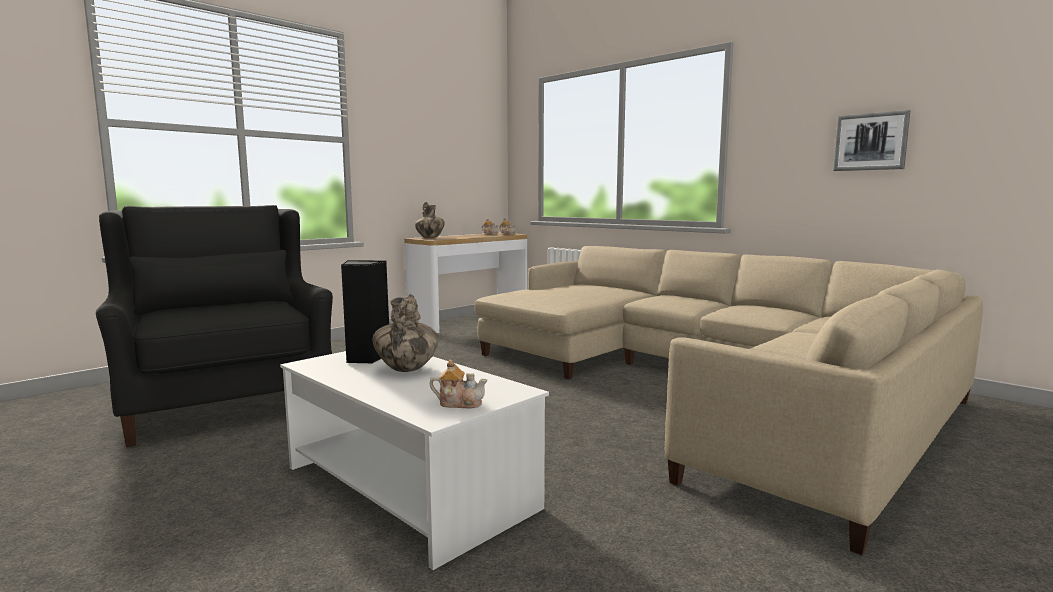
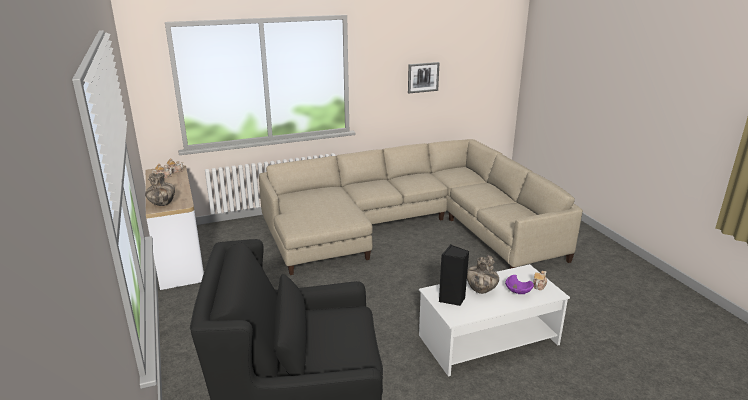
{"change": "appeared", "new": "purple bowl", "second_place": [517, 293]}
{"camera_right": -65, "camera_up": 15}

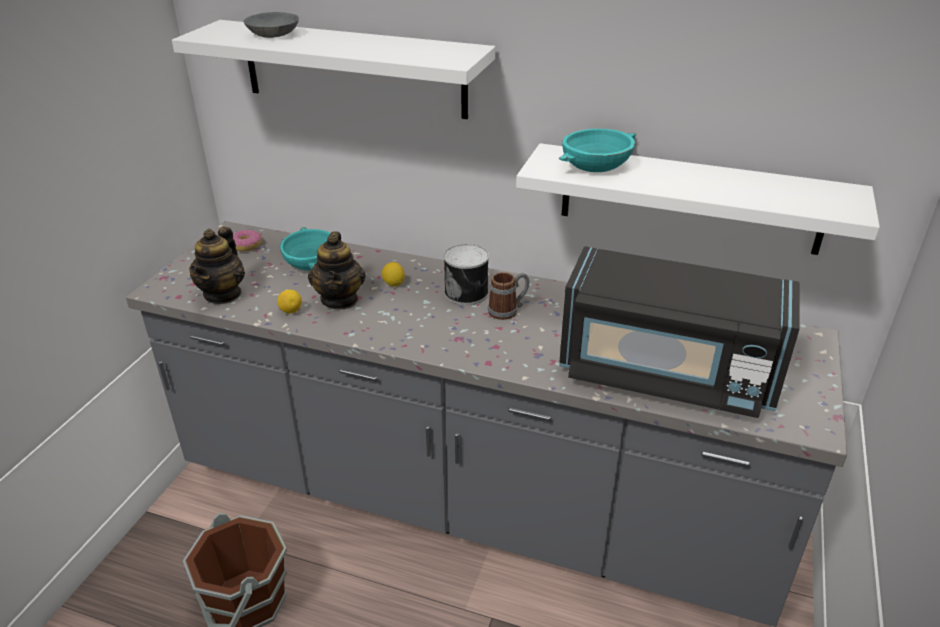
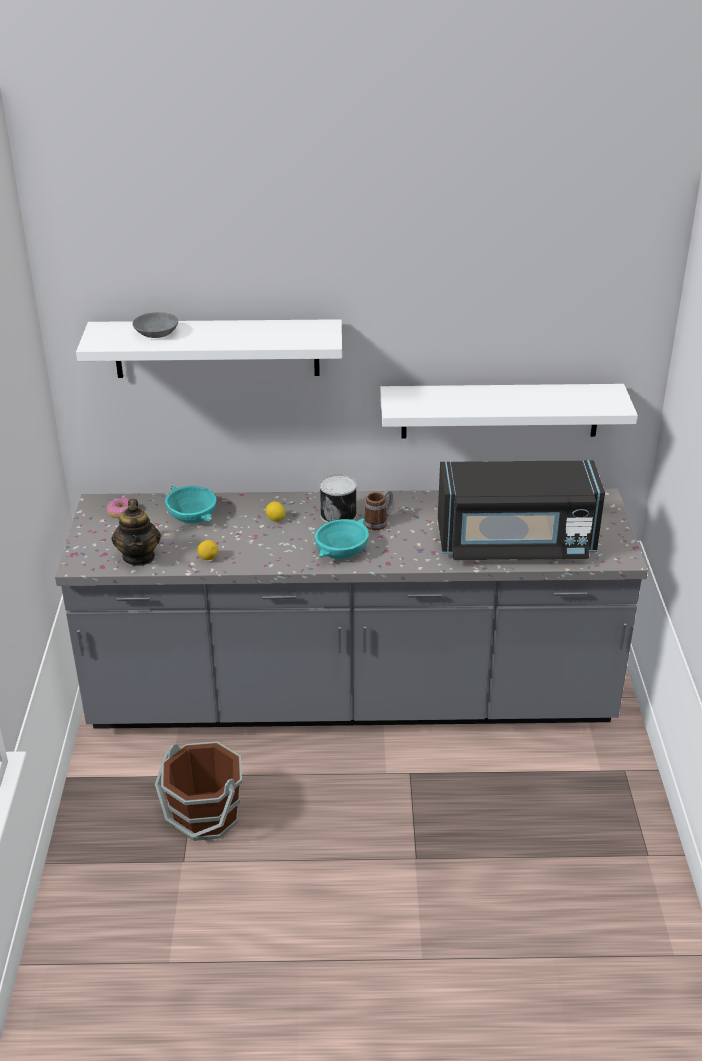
{"change": "missing", "old": "teapot", "first_place": [340, 299]}
{"change": "relocated", "old": "turquoise bowl", "first_place": [596, 165], "second_place": [342, 550]}
{"camera_right": -20, "camera_up": 0}

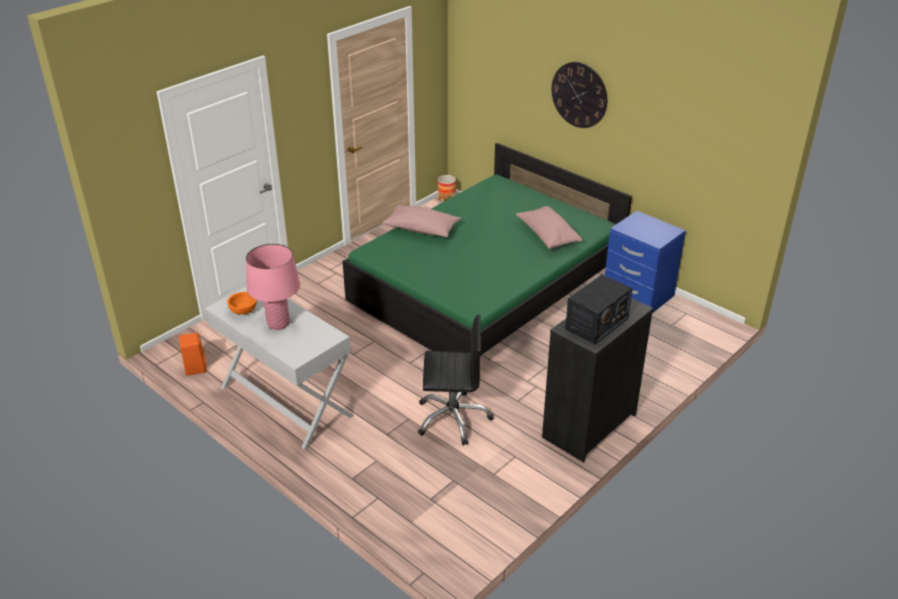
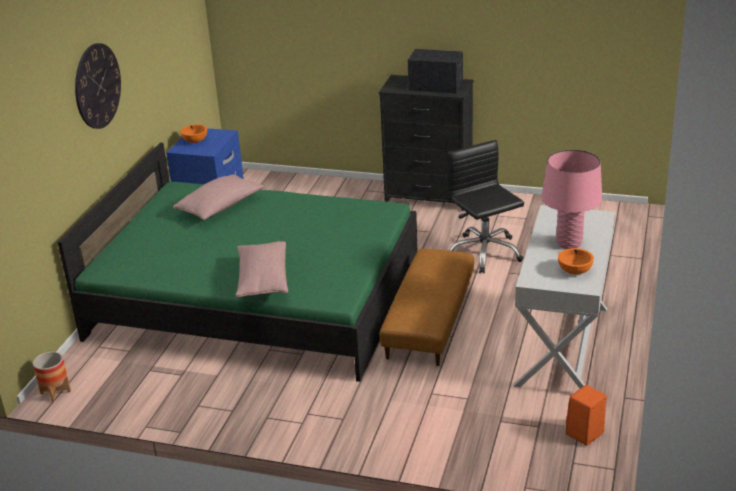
{"change": "appeared", "new": "orange bowl", "second_place": [195, 141]}
{"change": "appeared", "new": "brown ottoman", "second_place": [428, 319]}
{"camera_right": -115, "camera_up": -5}

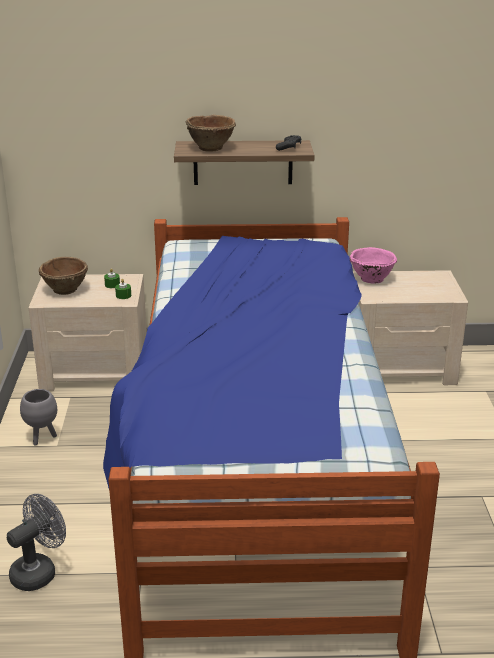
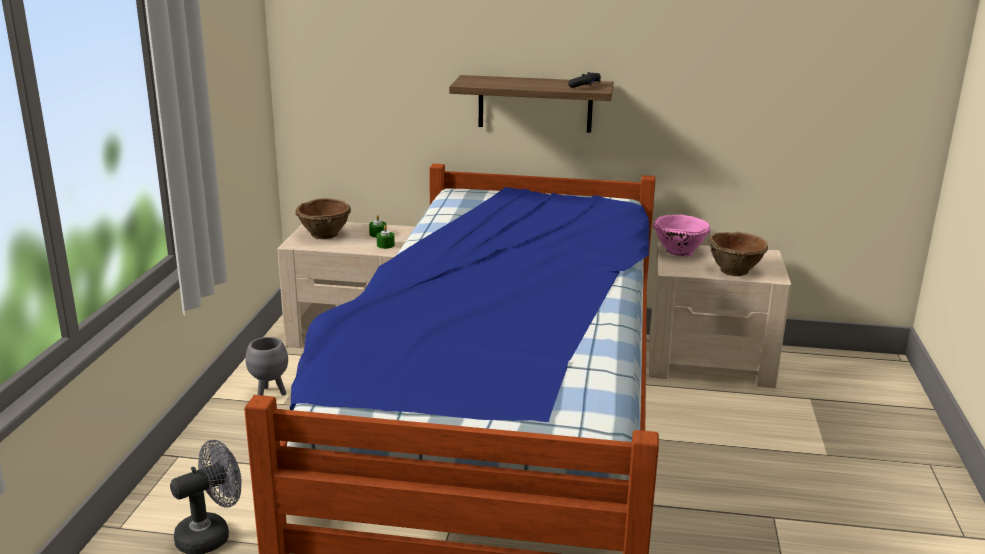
{"change": "relocated", "old": "brown bowl", "first_place": [211, 148], "second_place": [735, 271]}
{"camera_right": 10, "camera_up": -5}

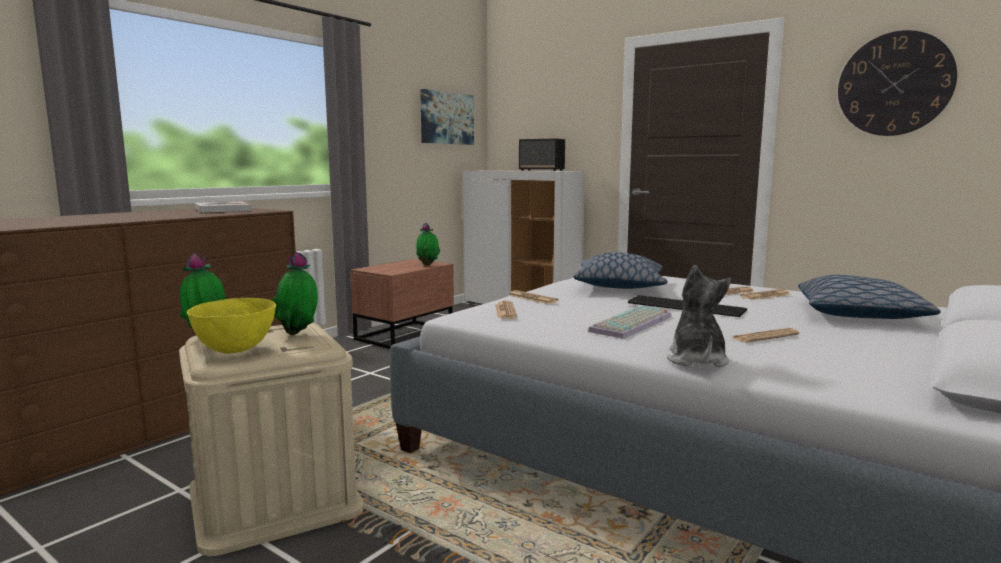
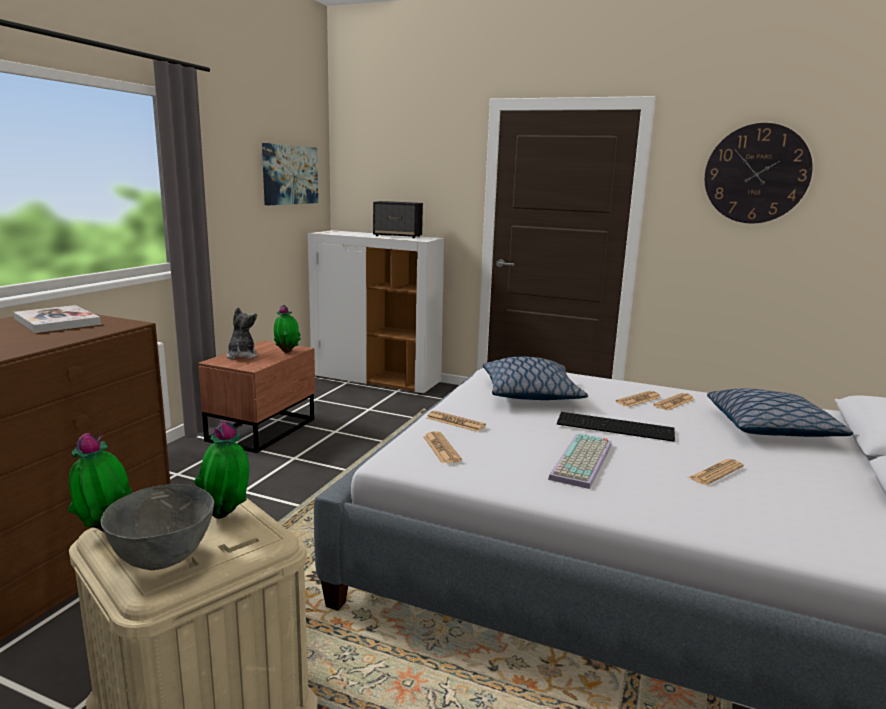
{"change": "colour", "old": "yellow bowl", "new": "grey bowl", "first_place": [234, 350], "second_place": [162, 559]}
{"change": "relocated", "old": "plush toy", "first_place": [696, 360], "second_place": [242, 356]}
{"camera_right": -15, "camera_up": 5}

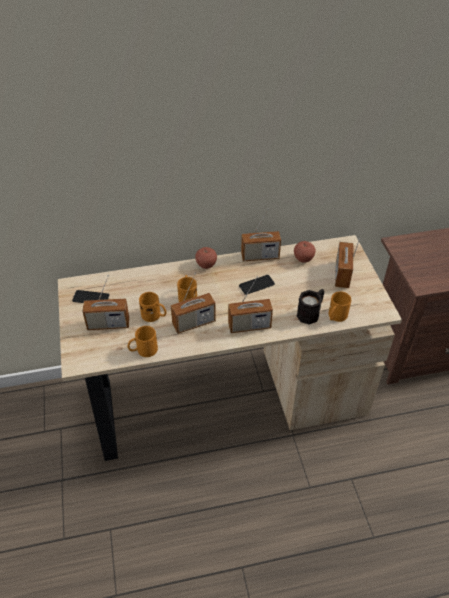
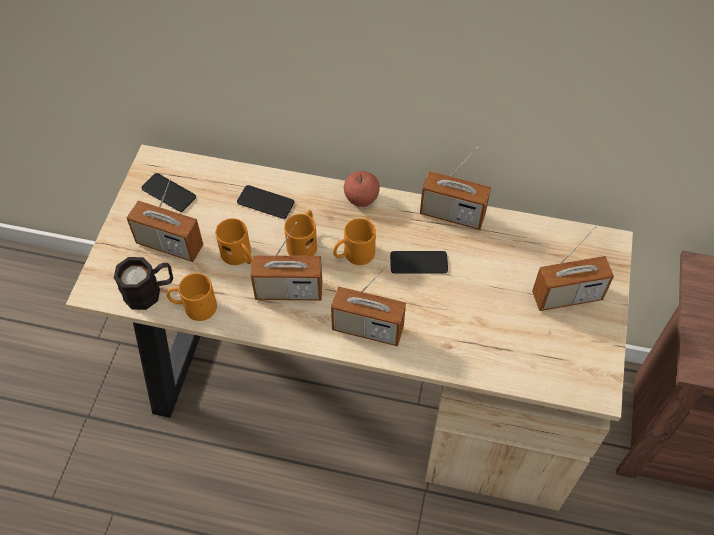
{"change": "missing", "old": "apple", "first_place": [303, 259]}
{"change": "relocated", "old": "black mug", "first_place": [311, 312], "second_place": [150, 292]}
{"change": "relocated", "old": "orange mug", "first_place": [336, 317], "second_place": [354, 255]}
{"change": "spun", "old": "radio", "first_place": [342, 274], "second_place": [567, 296], "degrees": -135}
{"change": "appeared", "new": "phone", "second_place": [265, 202]}
{"camera_right": 25, "camera_up": 10}

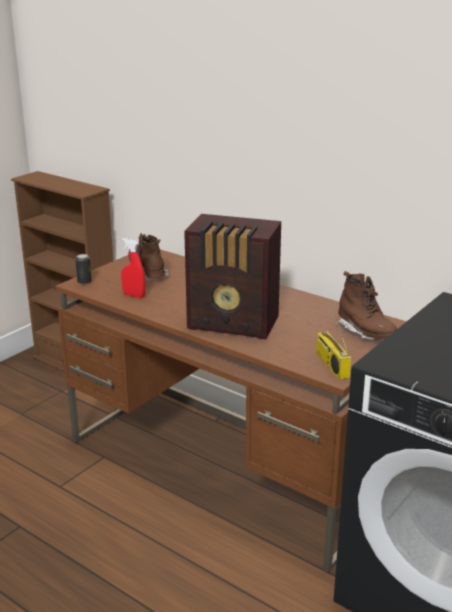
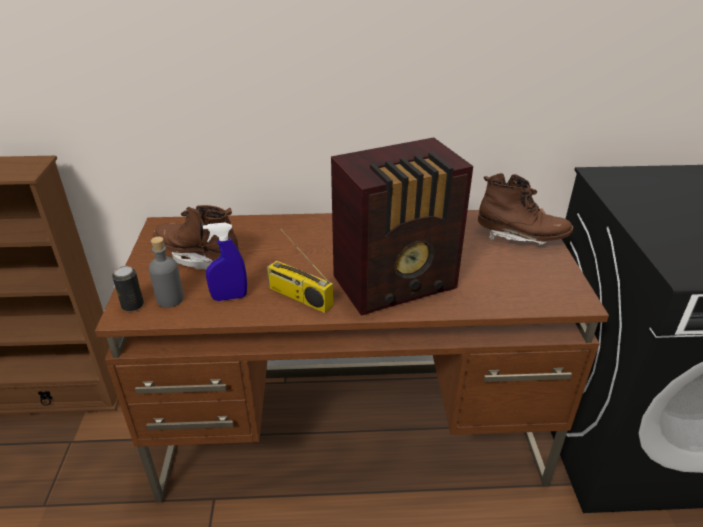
{"change": "colour", "old": "red spray bottle", "new": "blue spray bottle", "first_place": [134, 295], "second_place": [229, 297]}
{"change": "relocated", "old": "radio", "first_place": [330, 364], "second_place": [298, 297]}
{"change": "appeared", "new": "grey bottle", "second_place": [170, 299]}
{"camera_right": -40, "camera_up": 10}

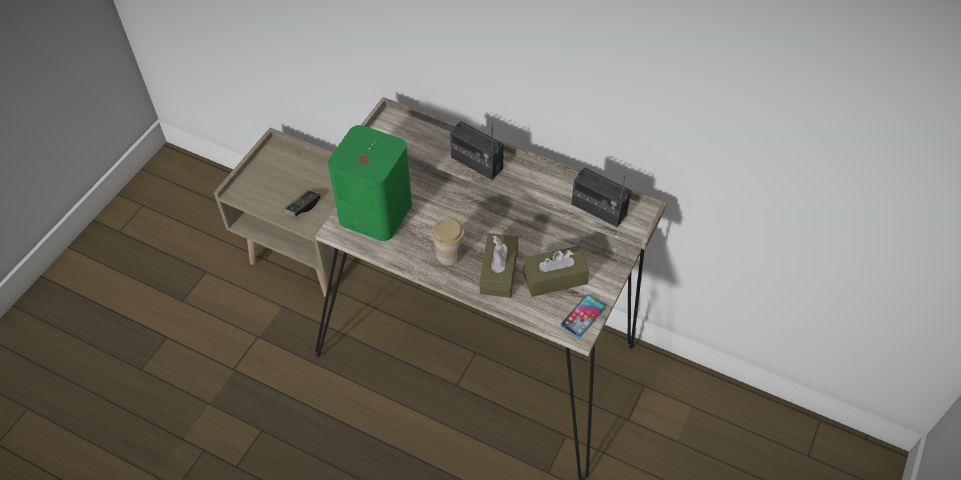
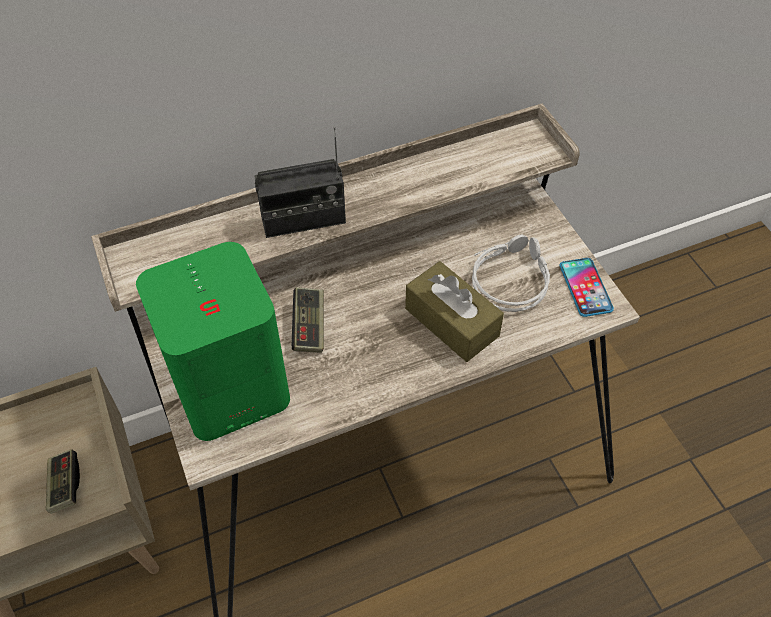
{"change": "missing", "old": "cup", "first_place": [449, 255]}
{"change": "exchanged", "old": "brown tissue box", "new": "grey headphones", "first_place": [554, 278], "second_place": [509, 277]}
{"change": "missing", "old": "radio", "first_place": [598, 209]}
{"change": "appeared", "new": "game controller", "second_place": [309, 327]}
{"camera_right": -50, "camera_up": 0}

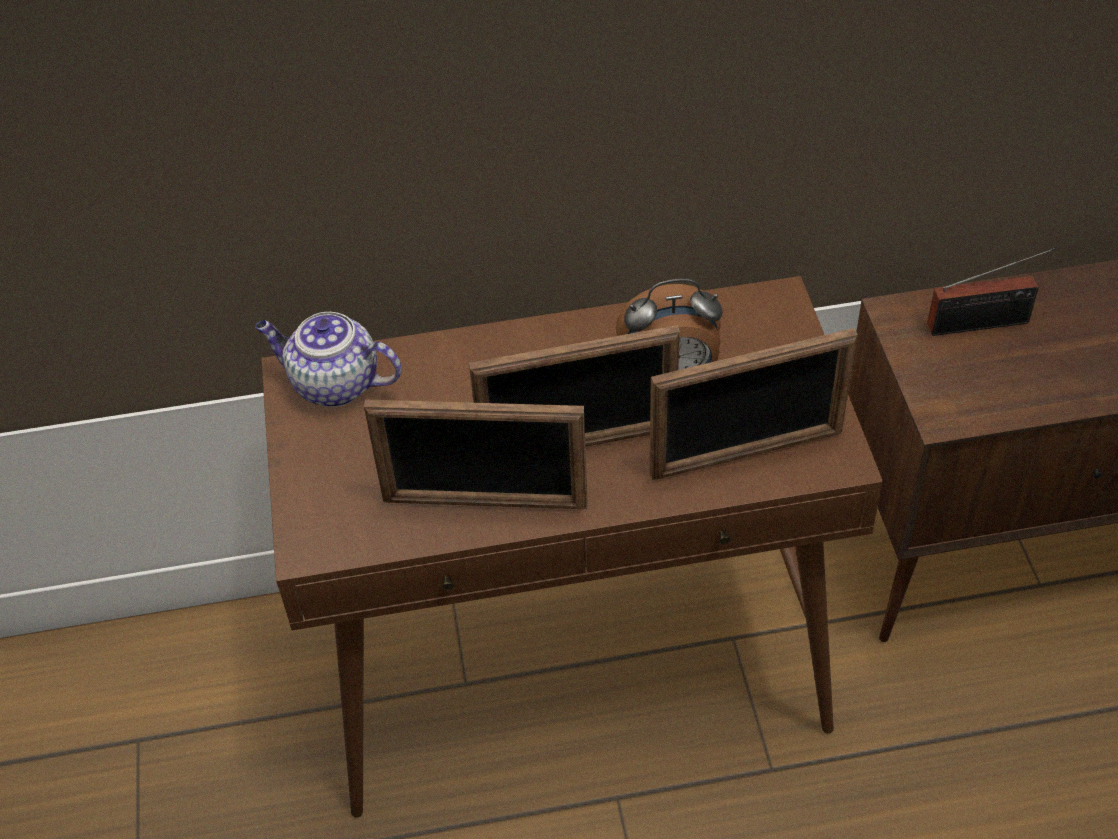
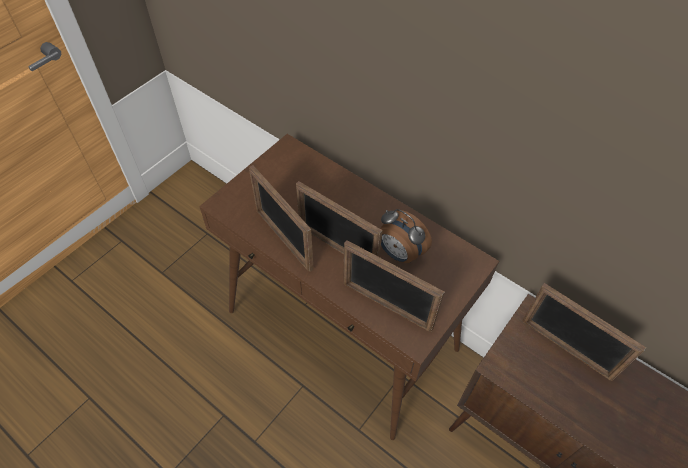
{"change": "missing", "old": "teapot", "first_place": [333, 384]}
{"change": "exchanged", "old": "radio", "new": "picture frame", "first_place": [983, 324], "second_place": [566, 348]}
{"camera_right": 45, "camera_up": 5}

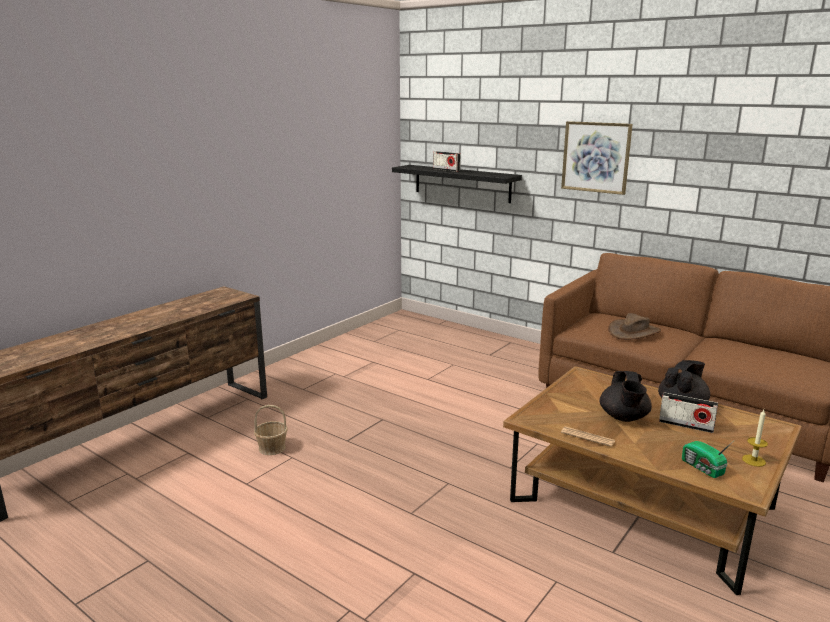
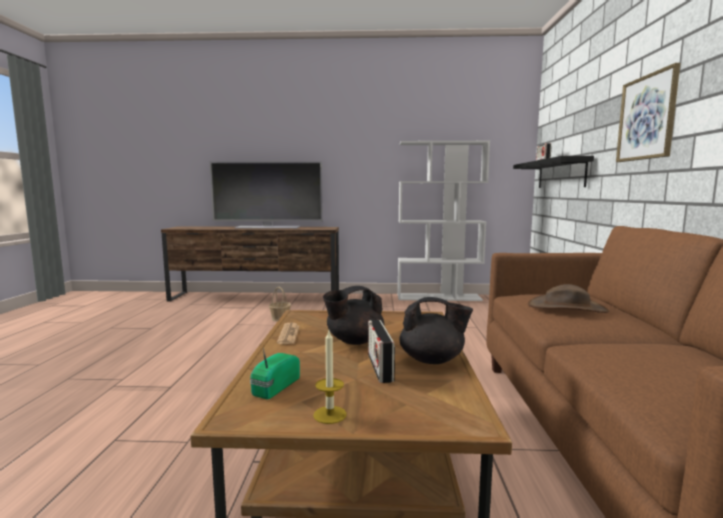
{"change": "appeared", "new": "television", "second_place": [268, 227]}
{"change": "appeared", "new": "white bookcase", "second_place": [439, 297]}
{"camera_right": 55, "camera_up": -10}

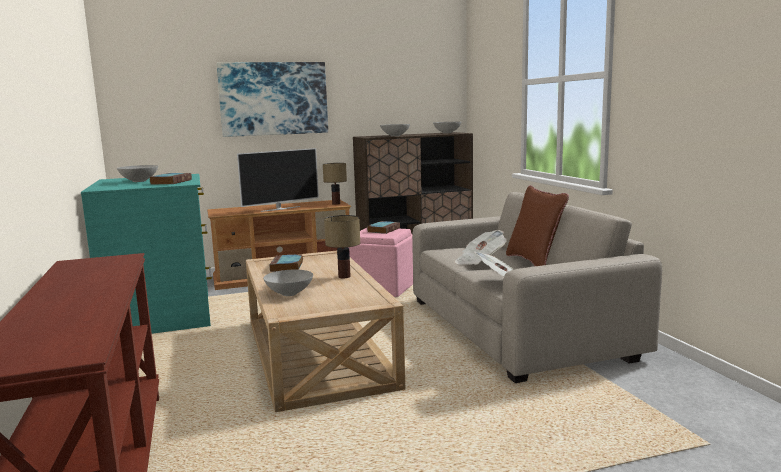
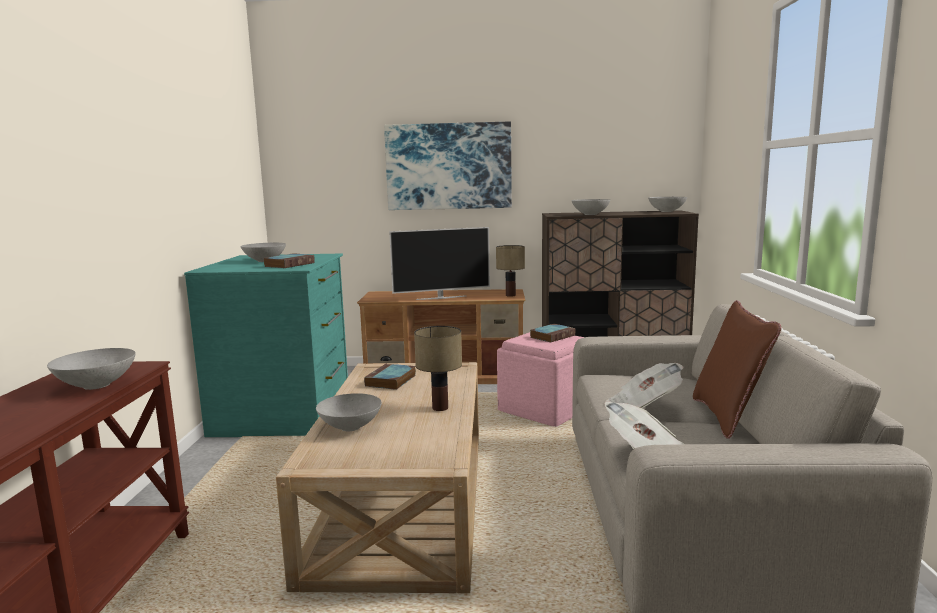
{"change": "appeared", "new": "grey bowl", "second_place": [95, 386]}
{"camera_right": 20, "camera_up": 0}

